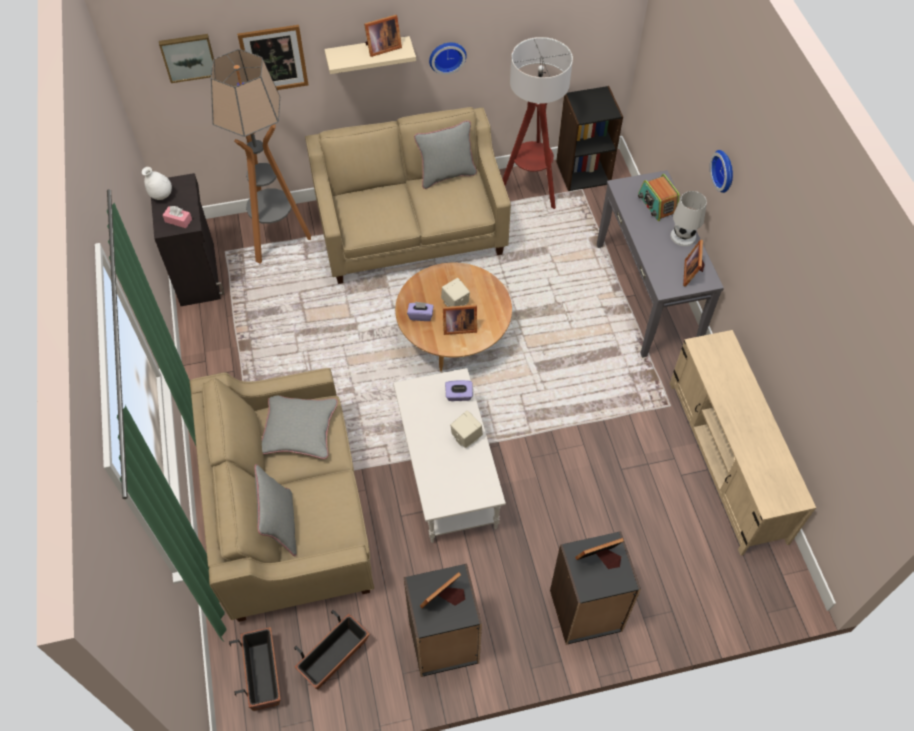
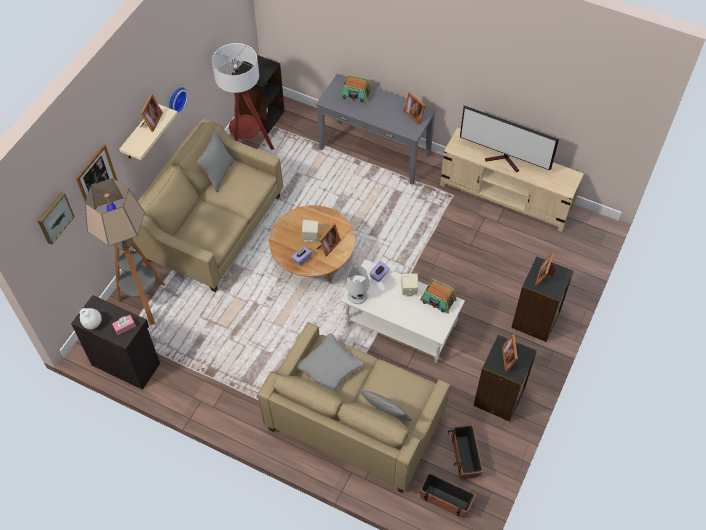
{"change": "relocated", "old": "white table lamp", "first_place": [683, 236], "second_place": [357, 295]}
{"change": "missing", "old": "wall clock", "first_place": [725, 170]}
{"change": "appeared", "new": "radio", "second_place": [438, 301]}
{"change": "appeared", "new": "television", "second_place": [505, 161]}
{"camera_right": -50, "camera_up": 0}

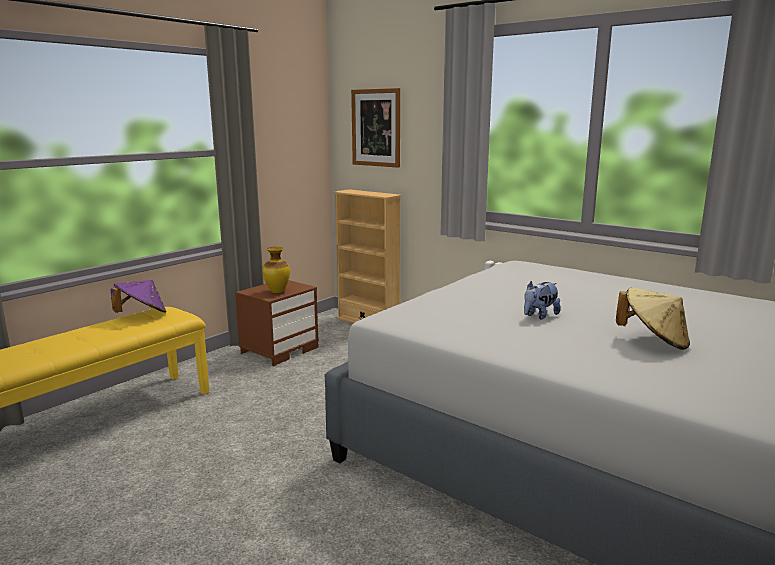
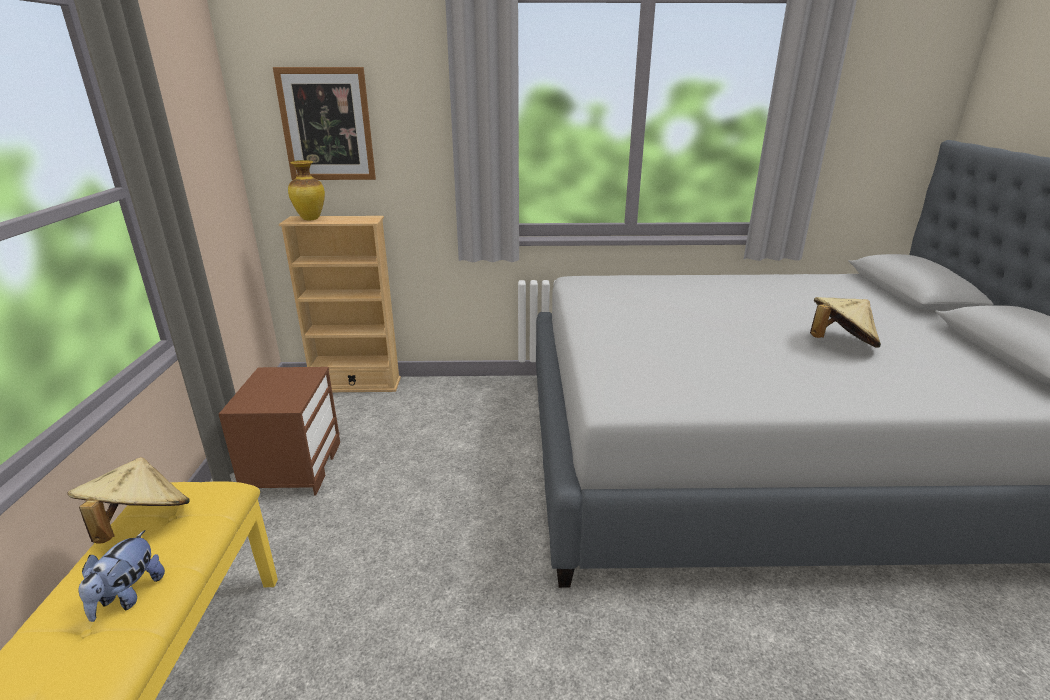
{"change": "colour", "old": "purple hat", "new": "beige hat", "first_place": [142, 315], "second_place": [140, 522]}
{"change": "relocated", "old": "vase", "first_place": [277, 292], "second_place": [310, 219]}
{"change": "relocated", "old": "plush toy", "first_place": [539, 316], "second_place": [128, 596]}
{"camera_right": -40, "camera_up": 10}

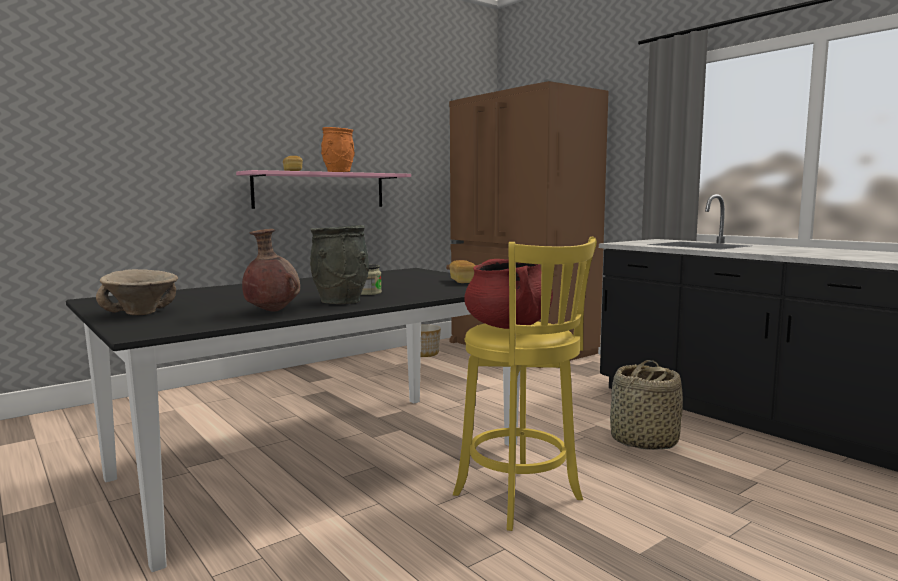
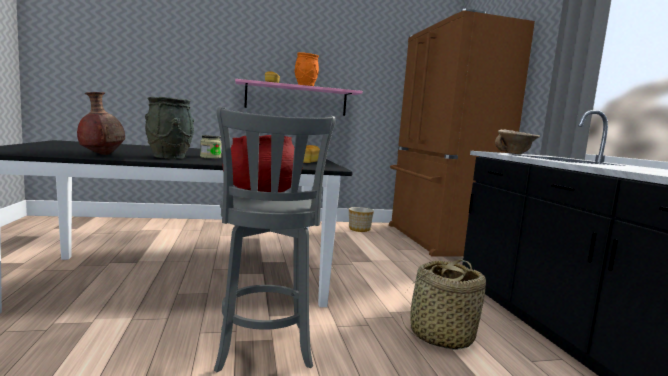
{"change": "relocated", "old": "beige bowl", "first_place": [142, 313], "second_place": [515, 153]}
{"change": "colour", "old": "yellow stool", "new": "grey stool", "first_place": [522, 499], "second_place": [263, 350]}
{"camera_right": 25, "camera_up": 0}

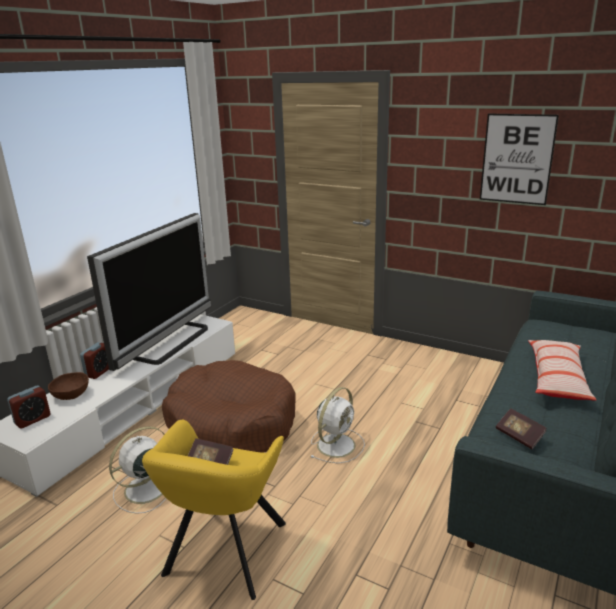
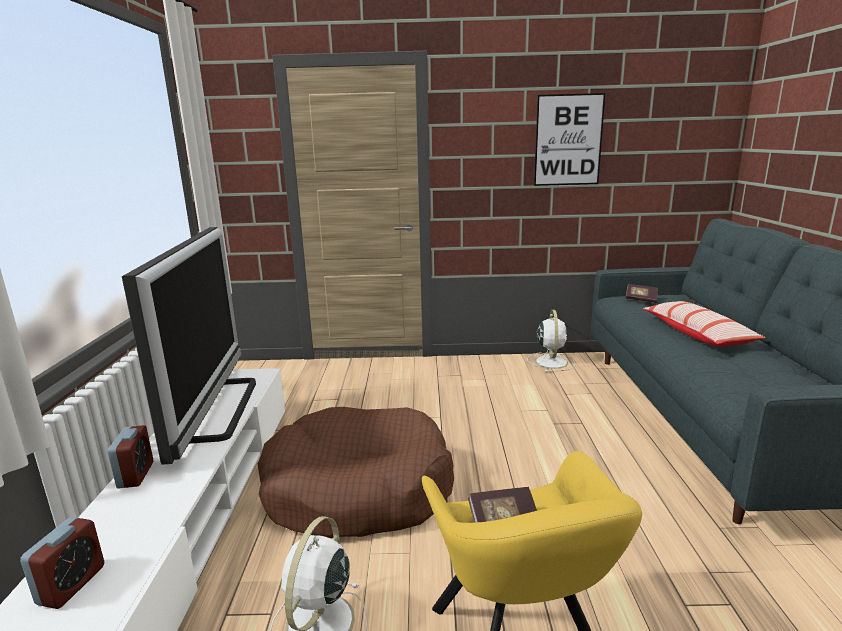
{"change": "missing", "old": "brown bowl", "first_place": [71, 395]}
{"change": "relocated", "old": "white fan", "first_place": [337, 444], "second_place": [551, 361]}
{"change": "relocated", "old": "book", "first_place": [519, 436], "second_place": [640, 299]}
{"camera_right": -30, "camera_up": -5}

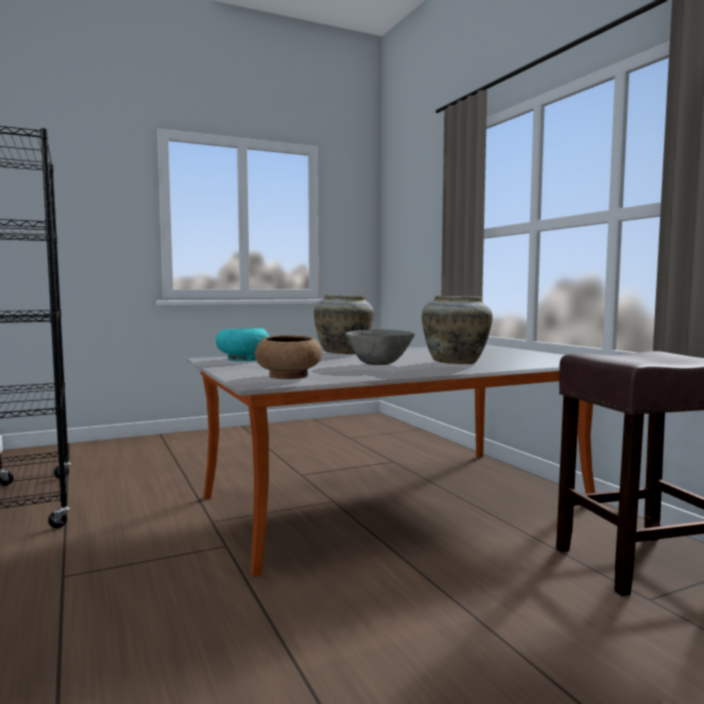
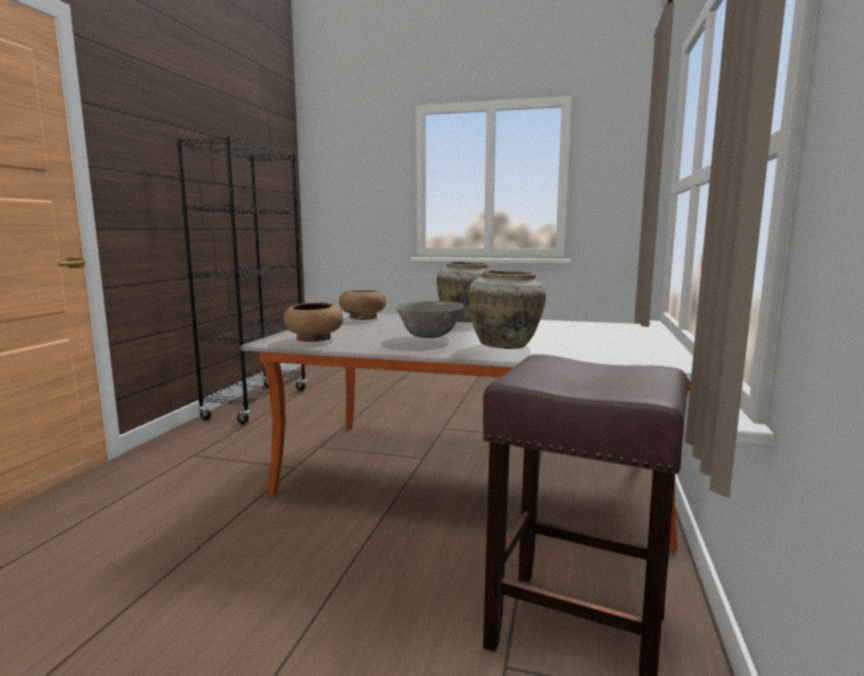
{"change": "colour", "old": "turquoise bowl", "new": "brown bowl", "first_place": [243, 359], "second_place": [362, 318]}
{"camera_right": 40, "camera_up": 5}

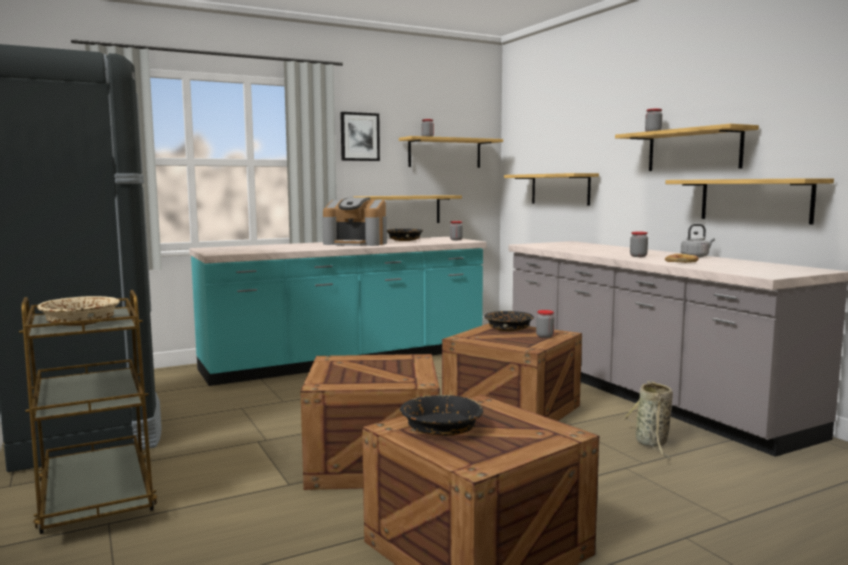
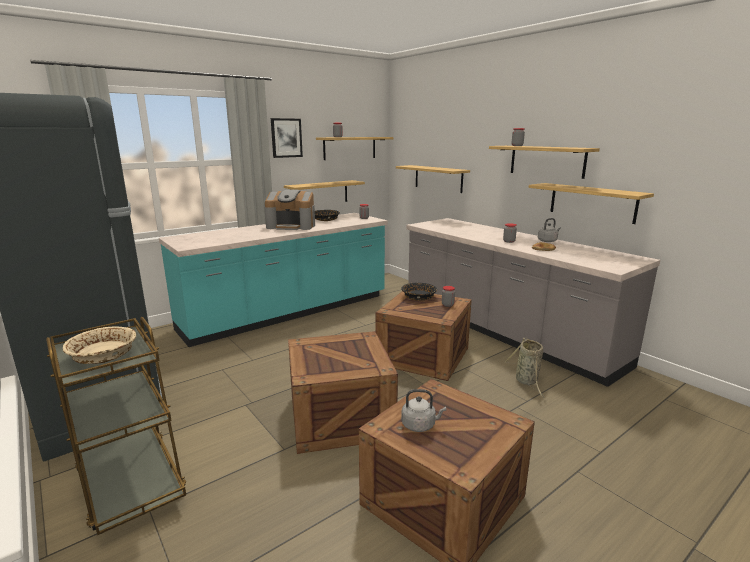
{"change": "exchanged", "old": "black bowl", "new": "grey kettle", "first_place": [442, 429], "second_place": [420, 425]}
{"camera_right": -10, "camera_up": 10}

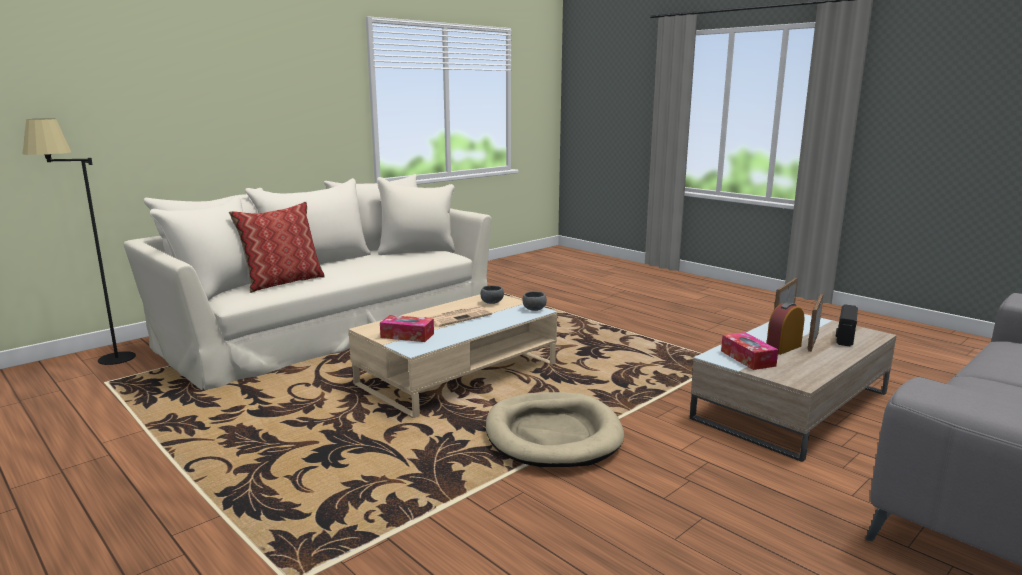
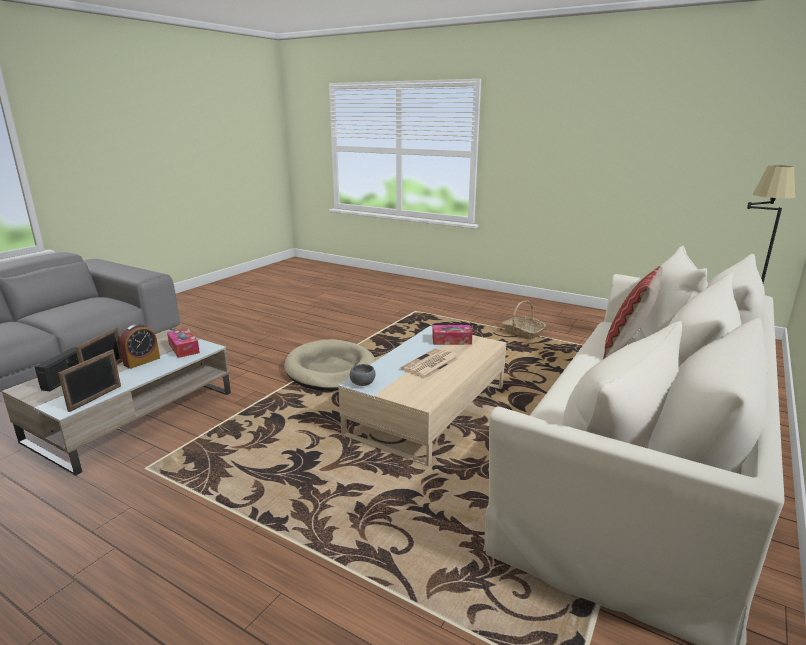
{"change": "missing", "old": "grey bowl", "first_place": [492, 302]}
{"change": "appeared", "new": "basket", "second_place": [522, 333]}
{"camera_right": 165, "camera_up": 5}

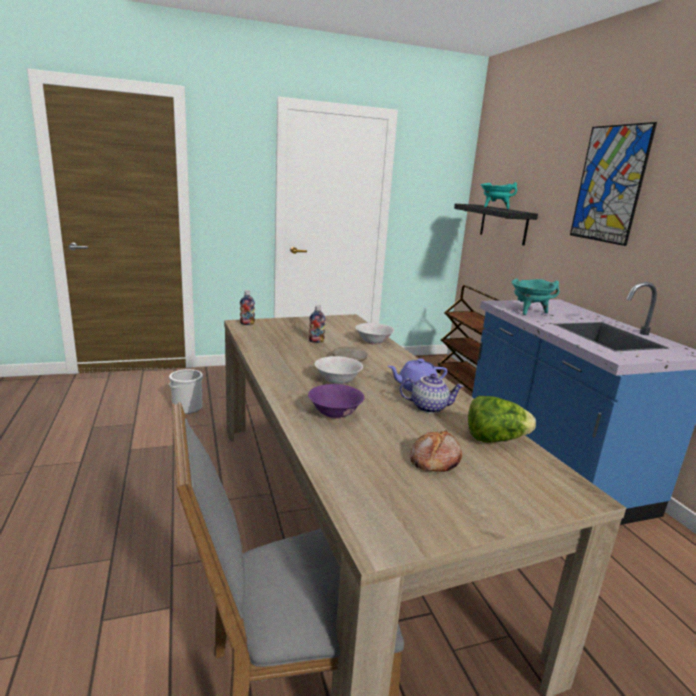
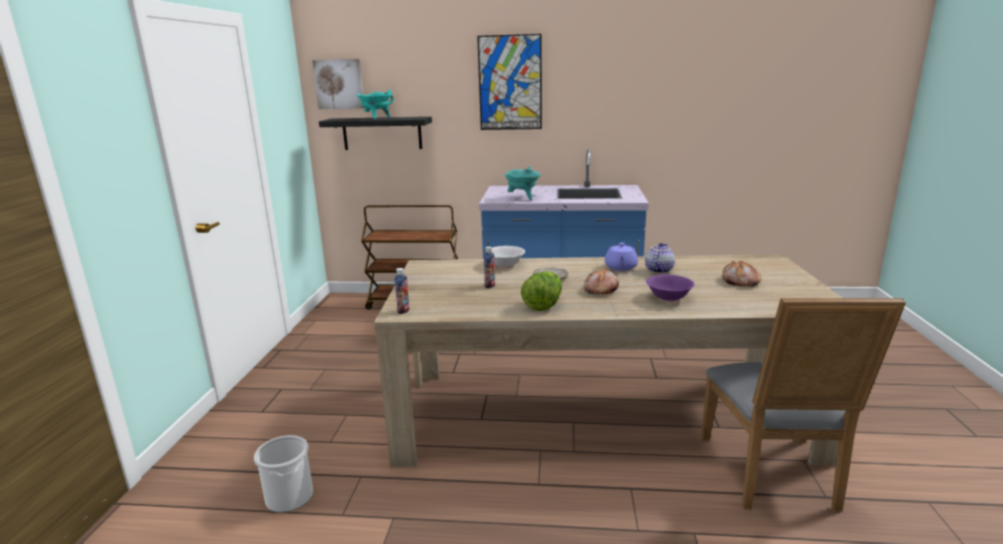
{"change": "exchanged", "old": "white bowl", "new": "bread", "first_place": [337, 381], "second_place": [600, 289]}
{"change": "relocated", "old": "lettuce", "first_place": [495, 439], "second_place": [543, 305]}
{"change": "appeared", "new": "picture", "second_place": [339, 84]}
{"camera_right": -65, "camera_up": 0}

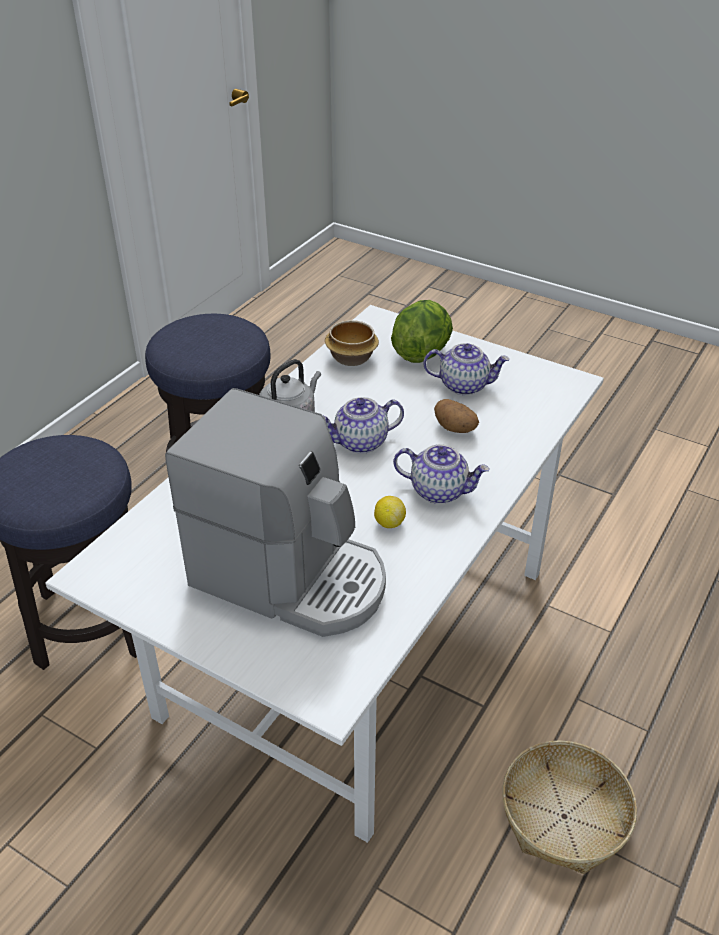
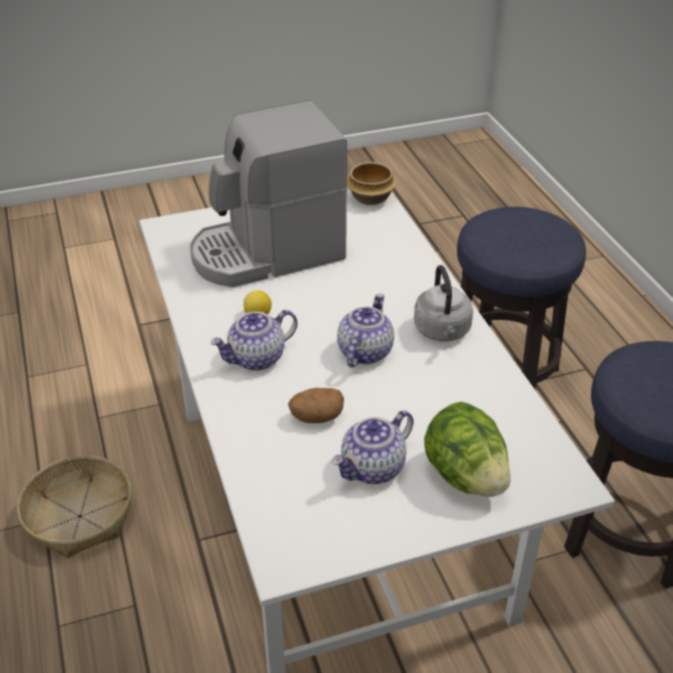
{"change": "relocated", "old": "bowl", "first_place": [350, 357], "second_place": [371, 198]}
{"camera_right": 130, "camera_up": 0}

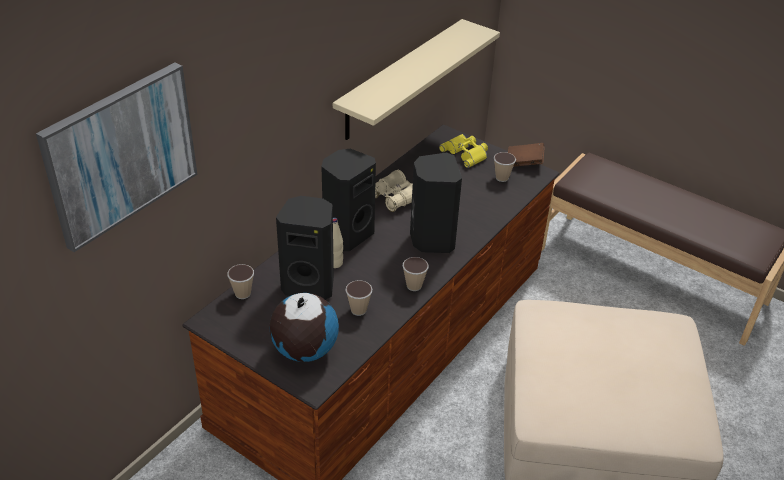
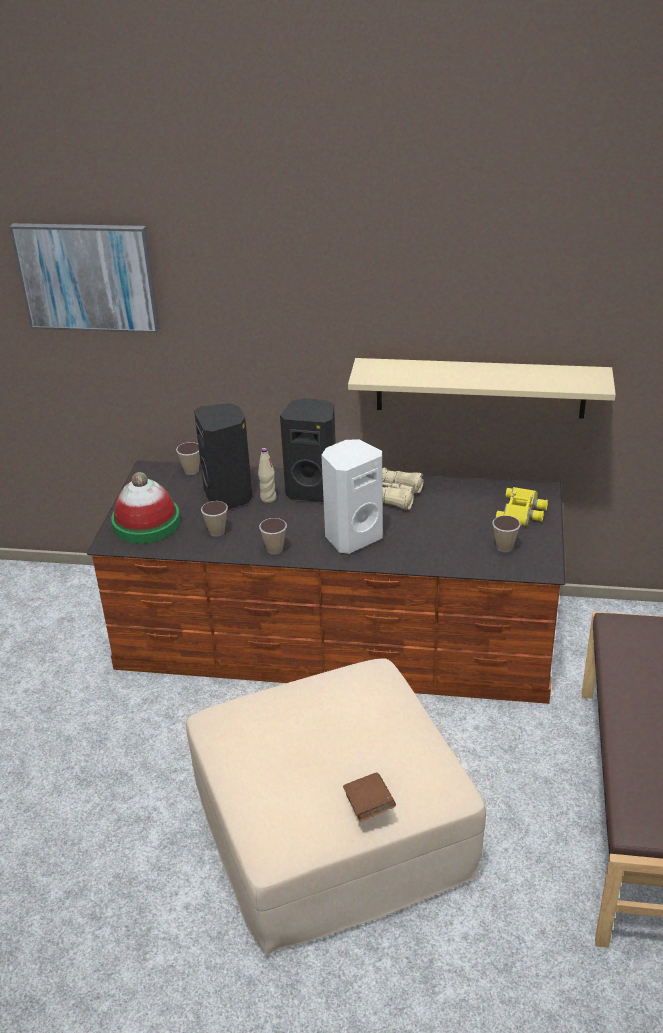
{"change": "exchanged", "old": "globe", "new": "hat", "first_place": [304, 350], "second_place": [146, 523]}
{"change": "colour", "old": "black speaker", "new": "white speaker", "first_place": [431, 239], "second_place": [352, 537]}
{"change": "relocated", "old": "brown book", "first_place": [524, 163], "second_place": [369, 806]}
{"camera_right": 65, "camera_up": -5}

